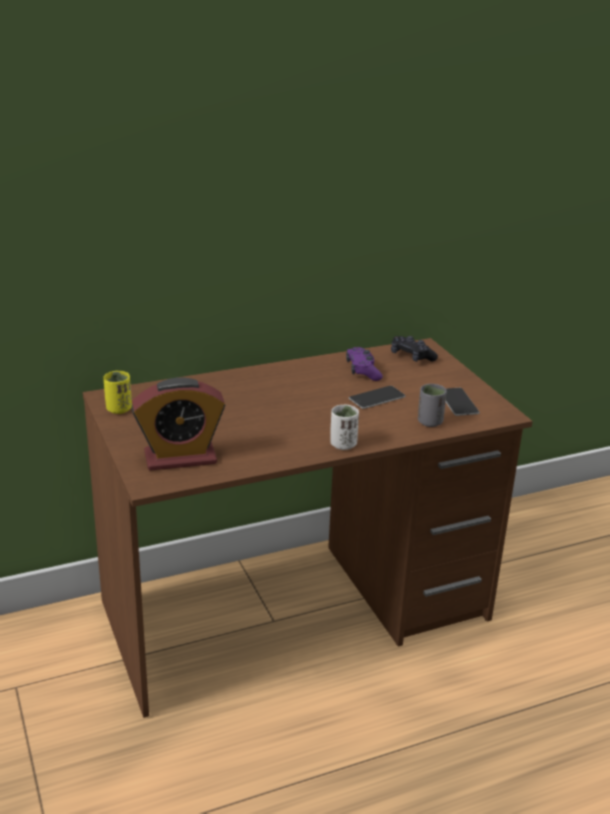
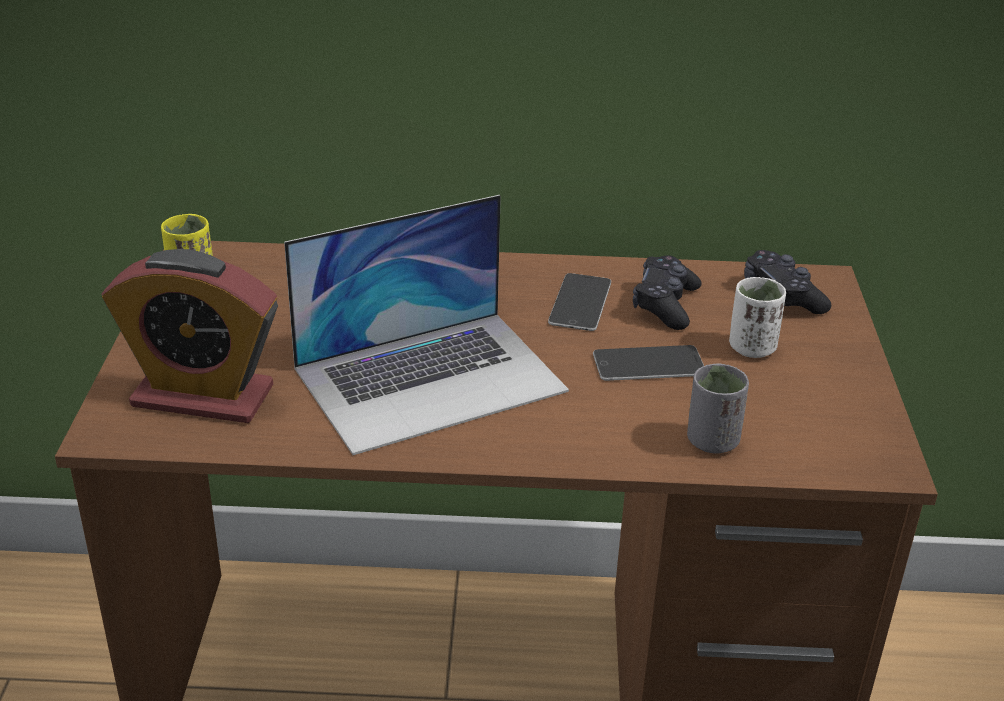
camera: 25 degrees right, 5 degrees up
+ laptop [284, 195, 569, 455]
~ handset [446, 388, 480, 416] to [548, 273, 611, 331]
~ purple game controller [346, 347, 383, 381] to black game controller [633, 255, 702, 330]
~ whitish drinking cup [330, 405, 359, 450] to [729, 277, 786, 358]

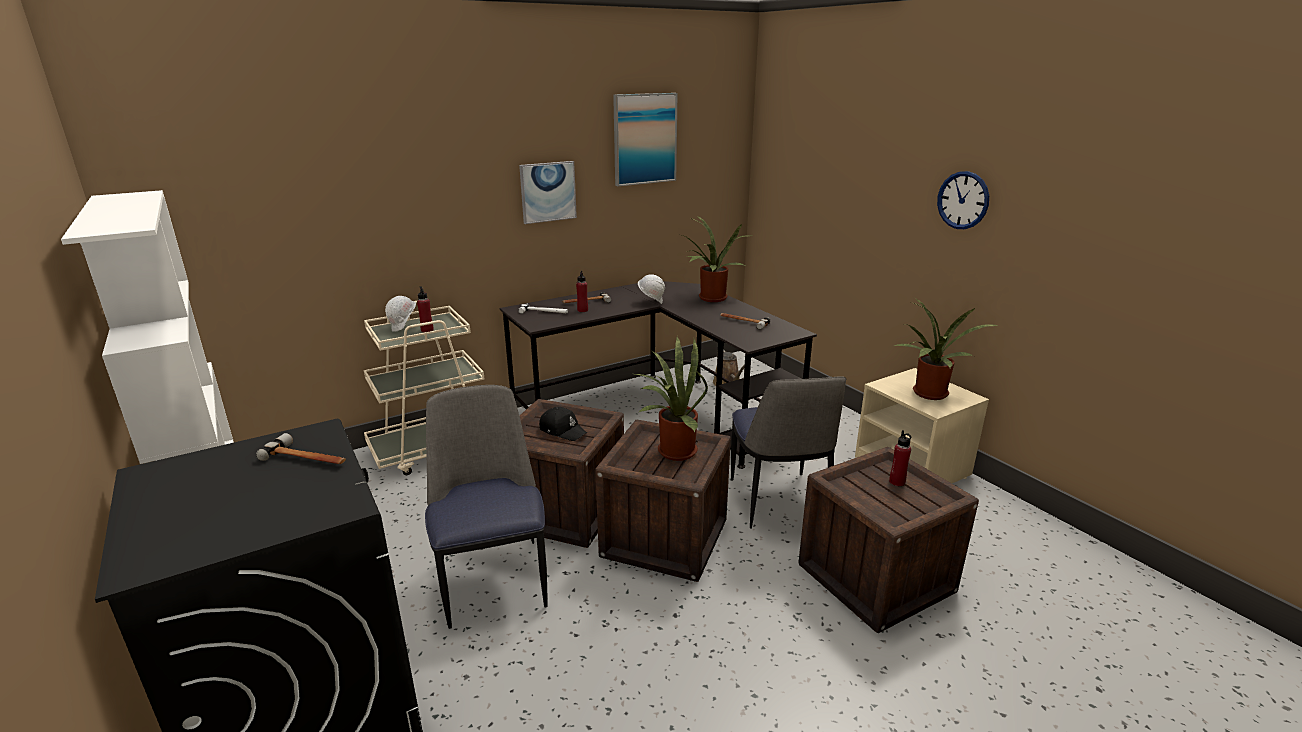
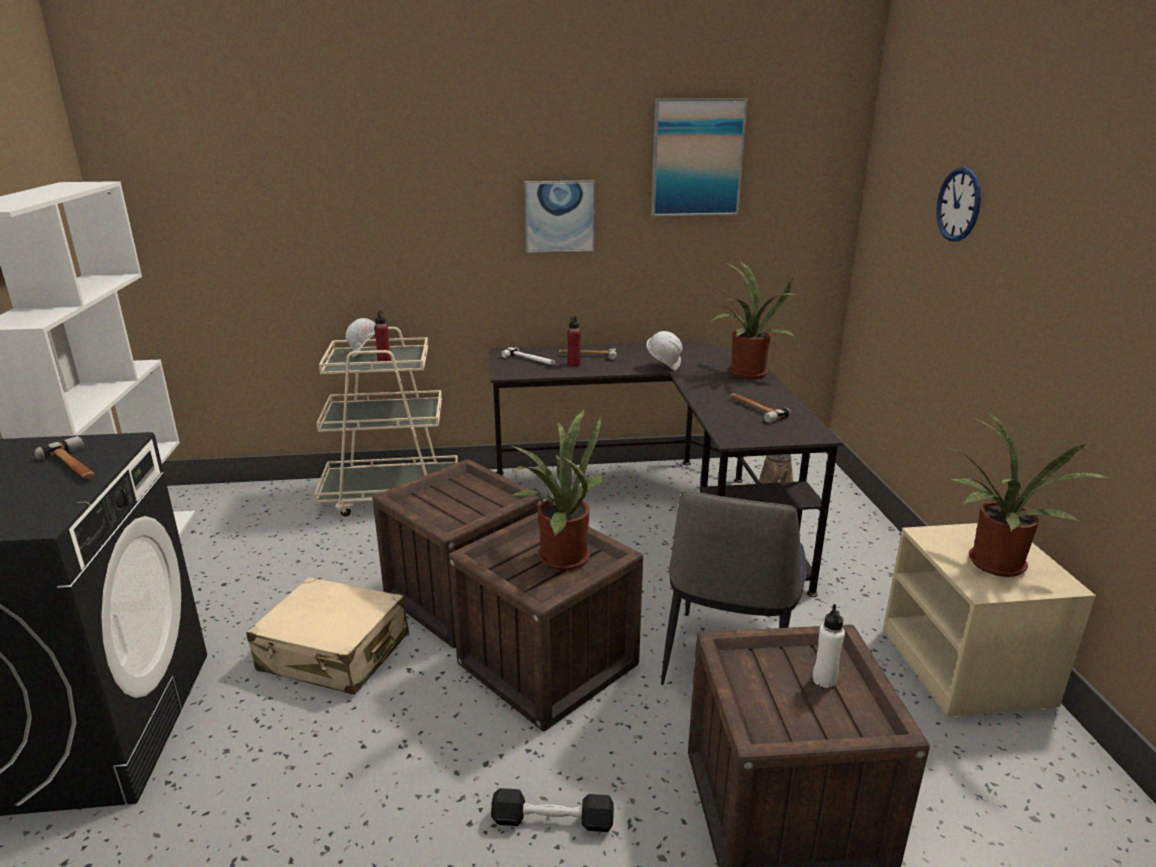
camera: 25 degrees right, 0 degrees up
~ upright chair [425, 385, 548, 629] to sand-coloured suitcase [246, 577, 409, 695]
+ black hand weight [491, 788, 614, 832]
~ red drink bottle [889, 430, 911, 486] to whitish drink bottle [813, 604, 845, 688]
~ clock on the wall [937, 171, 989, 229] to [936, 167, 981, 242]
- black cap [539, 407, 587, 441]

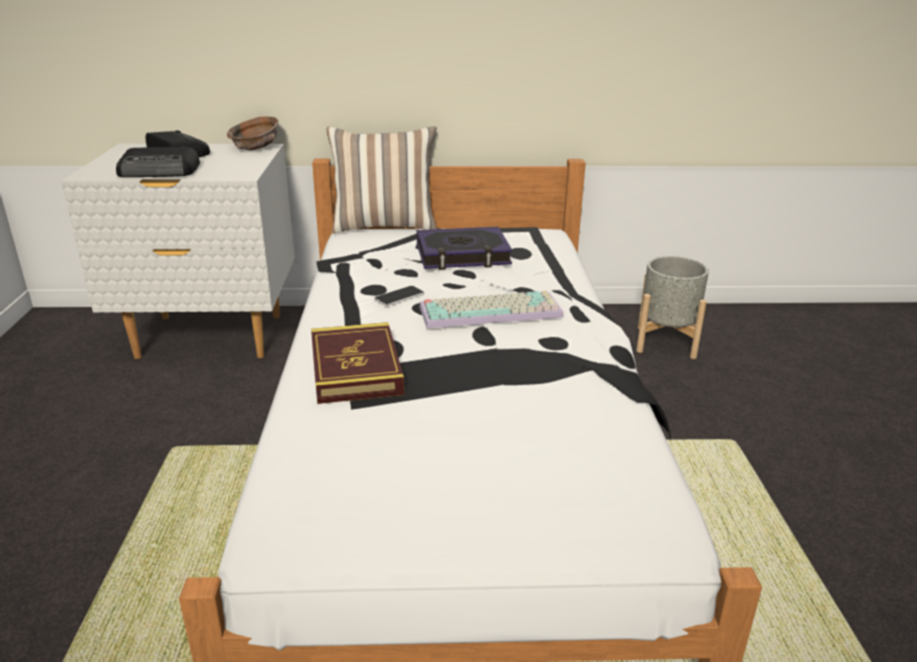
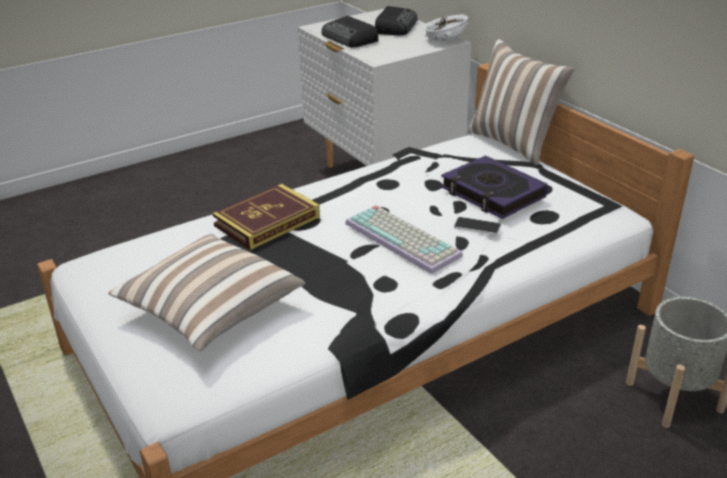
camera: 60 degrees right, 5 degrees up
+ pillow [108, 234, 305, 351]
~ brown bowl [227, 117, 278, 150] to whitish bowl [423, 14, 469, 41]
~ handset [374, 286, 424, 306] to [454, 217, 501, 235]

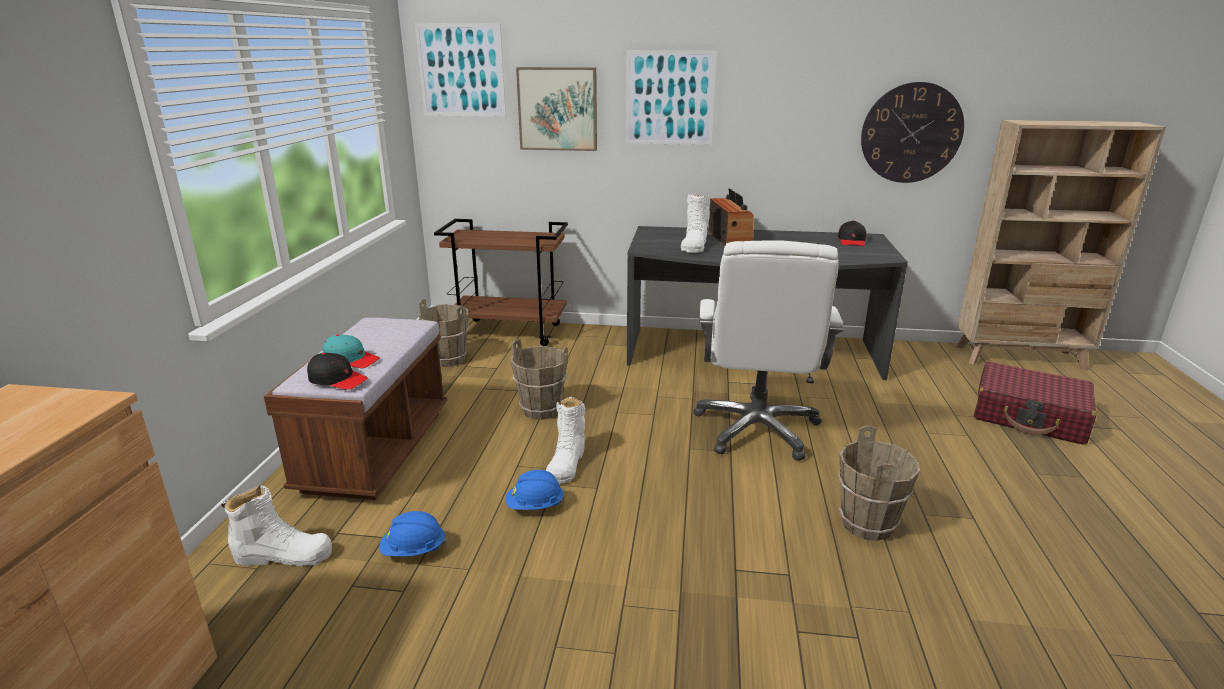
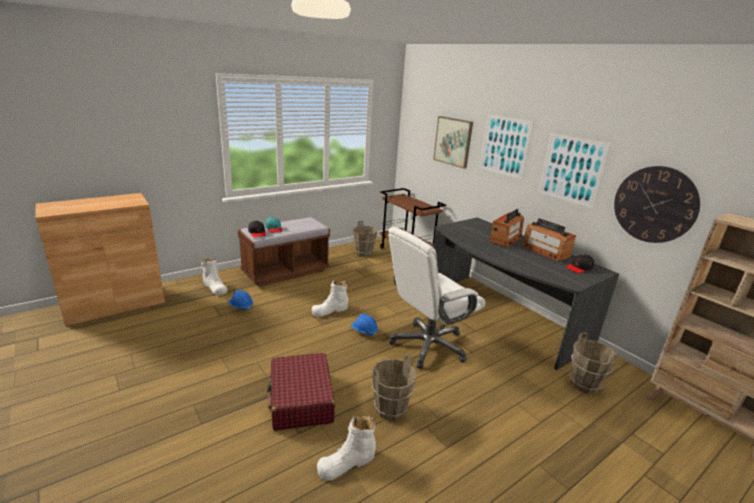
camera: 45 degrees right, 0 degrees up
~ red suitcase [974, 361, 1097, 445] to [267, 353, 335, 431]
~ whitish boot [681, 194, 710, 253] to [317, 416, 376, 481]
~ blue work helmet [506, 470, 565, 510] to [351, 314, 378, 336]
+ radio set [522, 218, 576, 261]
~ wall art [415, 23, 506, 117] to [538, 133, 611, 209]
~ brown pail [510, 339, 568, 420] to [570, 332, 619, 394]

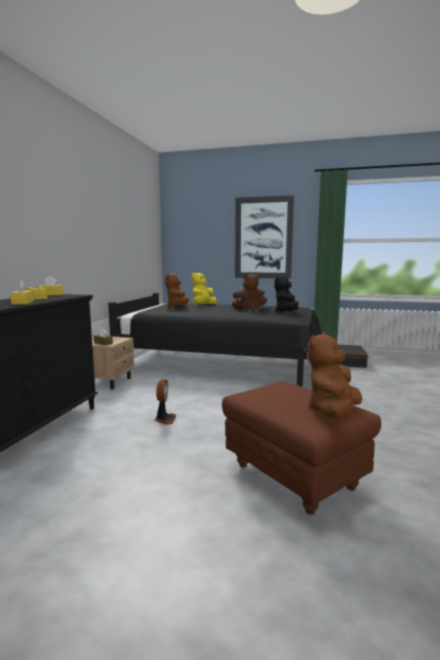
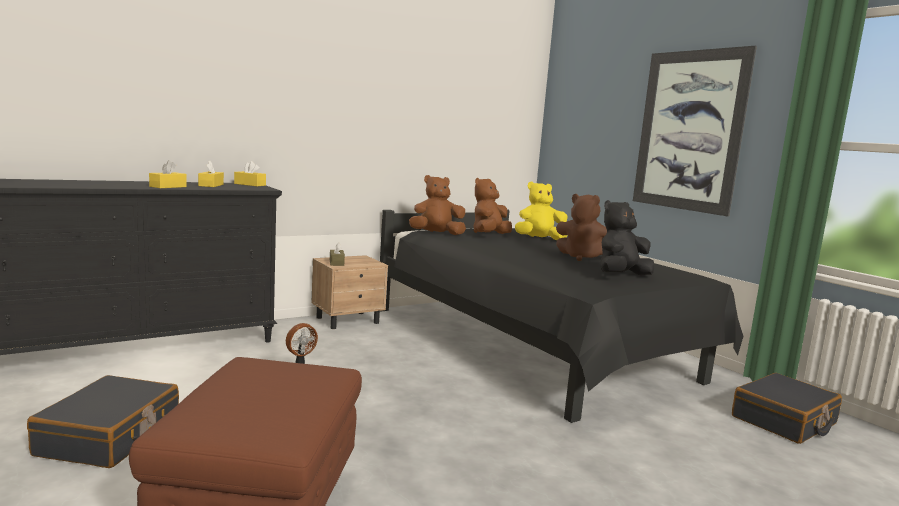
camera: 40 degrees right, 0 degrees up
+ black suitcase [27, 375, 179, 468]
~ brown plush toy [308, 332, 362, 419] to [409, 175, 466, 235]

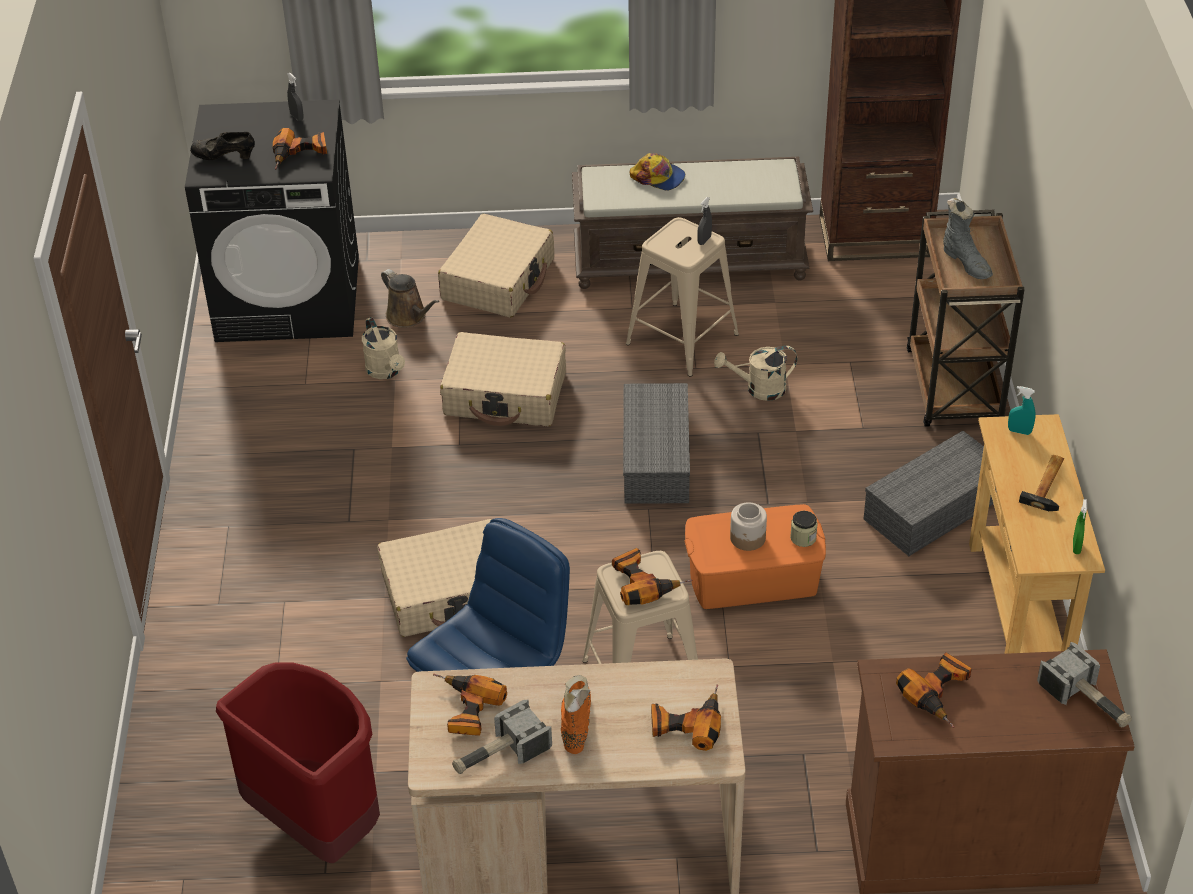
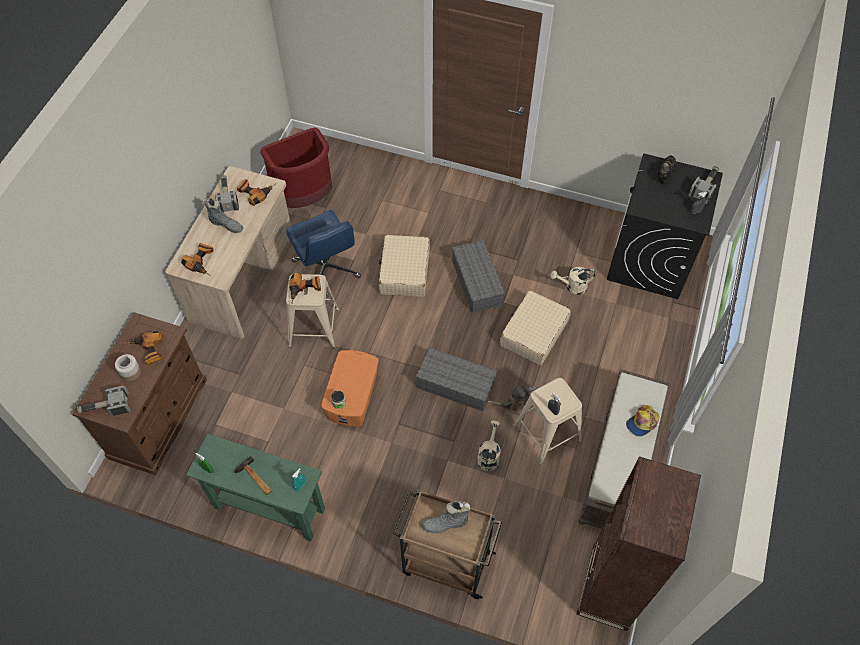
camera: 110 degrees right, 15 degrees up
~ storage jar [730, 502, 767, 551] to [115, 354, 141, 381]
~ sand-coloured hall table [969, 414, 1105, 654] to green hall table [186, 434, 325, 541]
~ orangey boot [561, 675, 591, 754] to gray boot [202, 198, 243, 233]
~ gray storage bin [864, 431, 993, 556] to [452, 240, 505, 313]
~ brown watering pot [381, 269, 440, 328] to [487, 386, 537, 415]
+ tool hammer [688, 166, 719, 204]
- electric drill [273, 128, 327, 169]
- sand-coloured suitcase [438, 214, 554, 318]

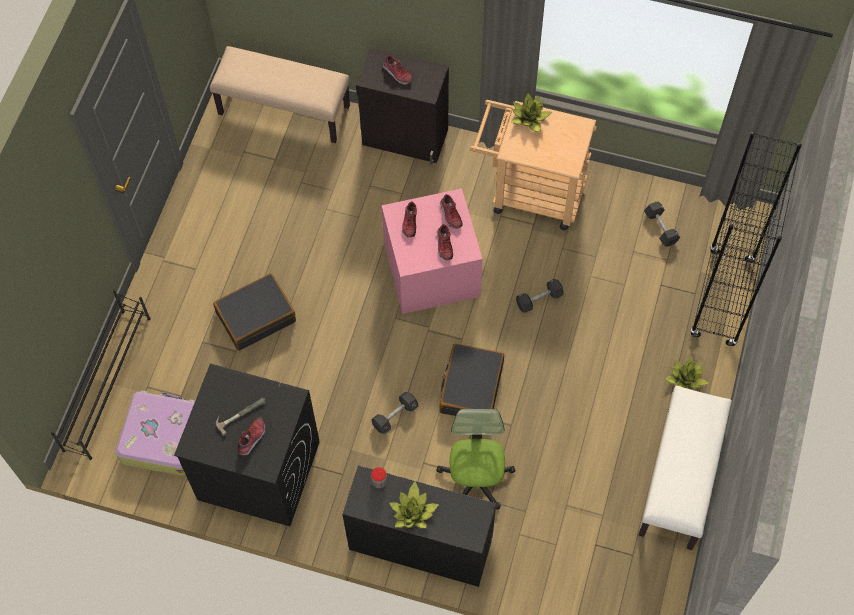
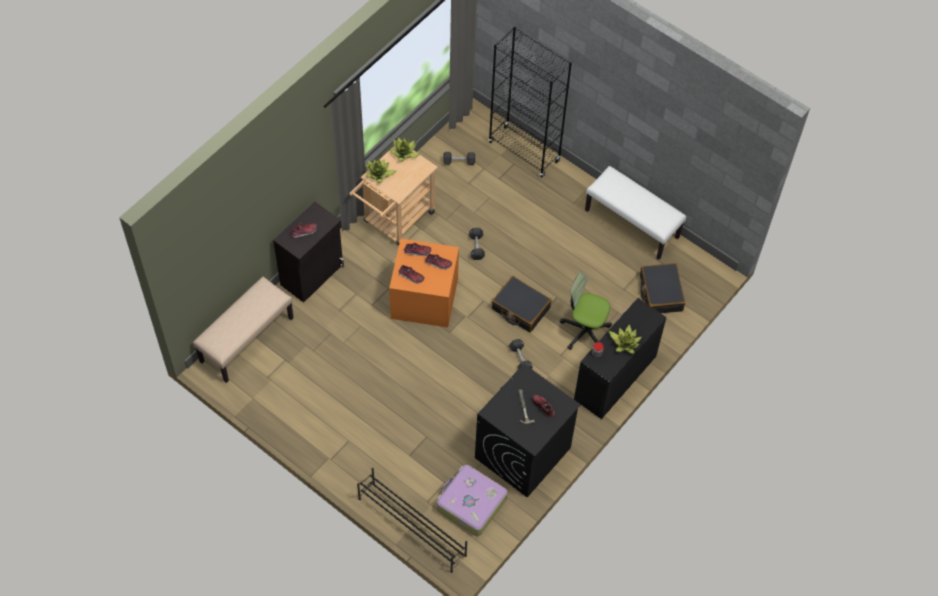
camera: 70 degrees left, 5 degrees down
~ houseplant [665, 357, 709, 390] to [389, 137, 419, 161]
~ pink storage bin [382, 188, 483, 314] to orangey storage bin [389, 239, 459, 328]
~ black suitcase [213, 273, 296, 351] to [640, 263, 685, 313]

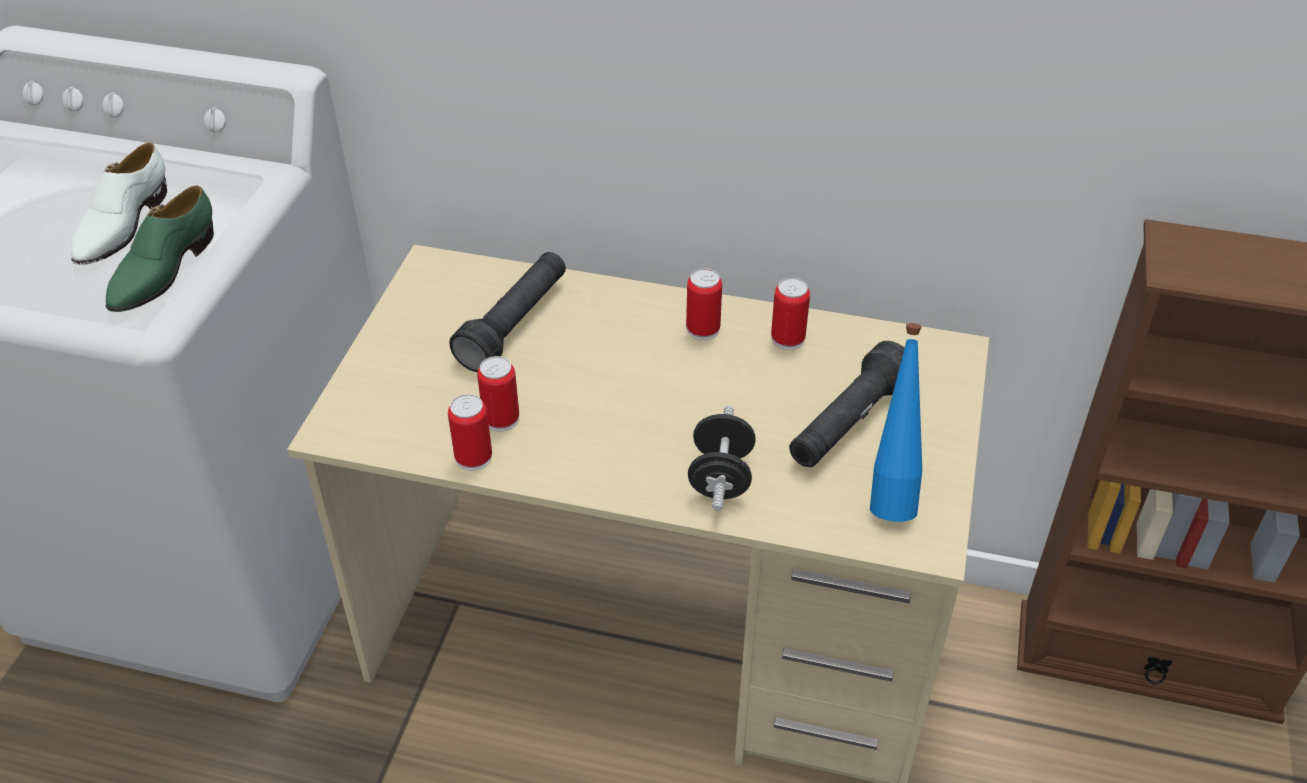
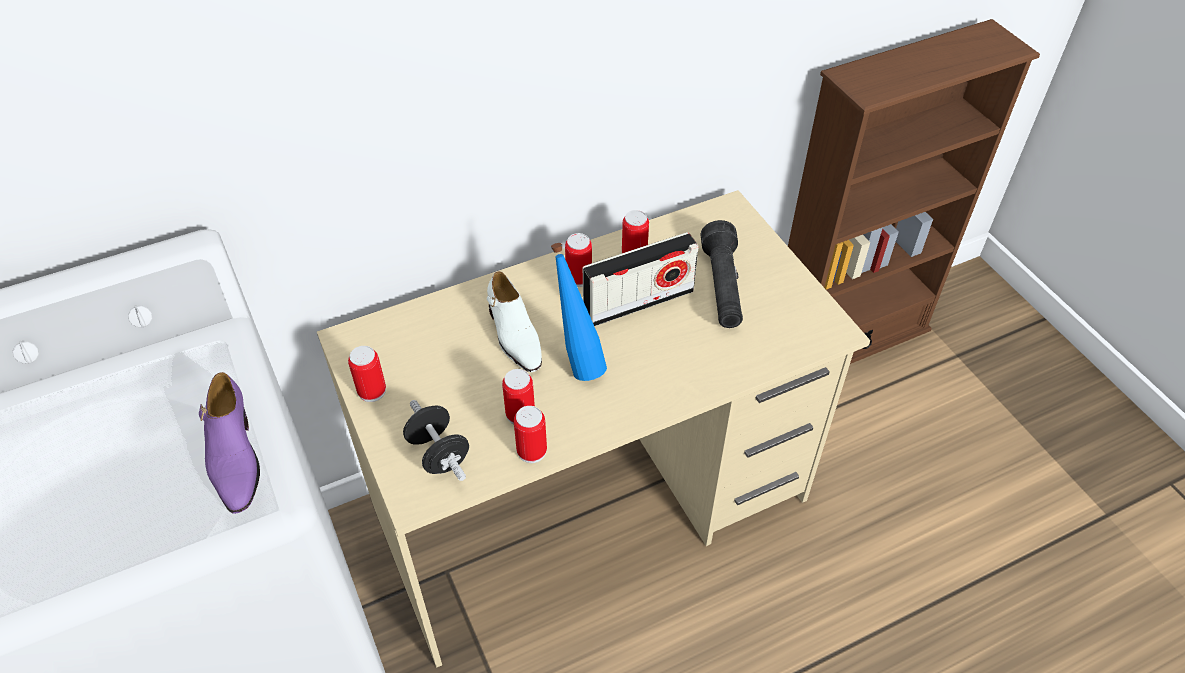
camera: 40 degrees left, 5 degrees up
~ green item of footwear [105, 186, 214, 312] to purple item of footwear [199, 372, 260, 514]
+ can [348, 346, 386, 402]
~ black hand weight [688, 406, 756, 511] to [403, 400, 469, 481]
~ whitish item of footwear [71, 143, 167, 265] to [487, 271, 542, 372]
~ blue drink bottle [870, 323, 922, 522] to [551, 243, 607, 381]
+ radio set [583, 232, 699, 326]
- black flashlight [449, 252, 566, 372]

